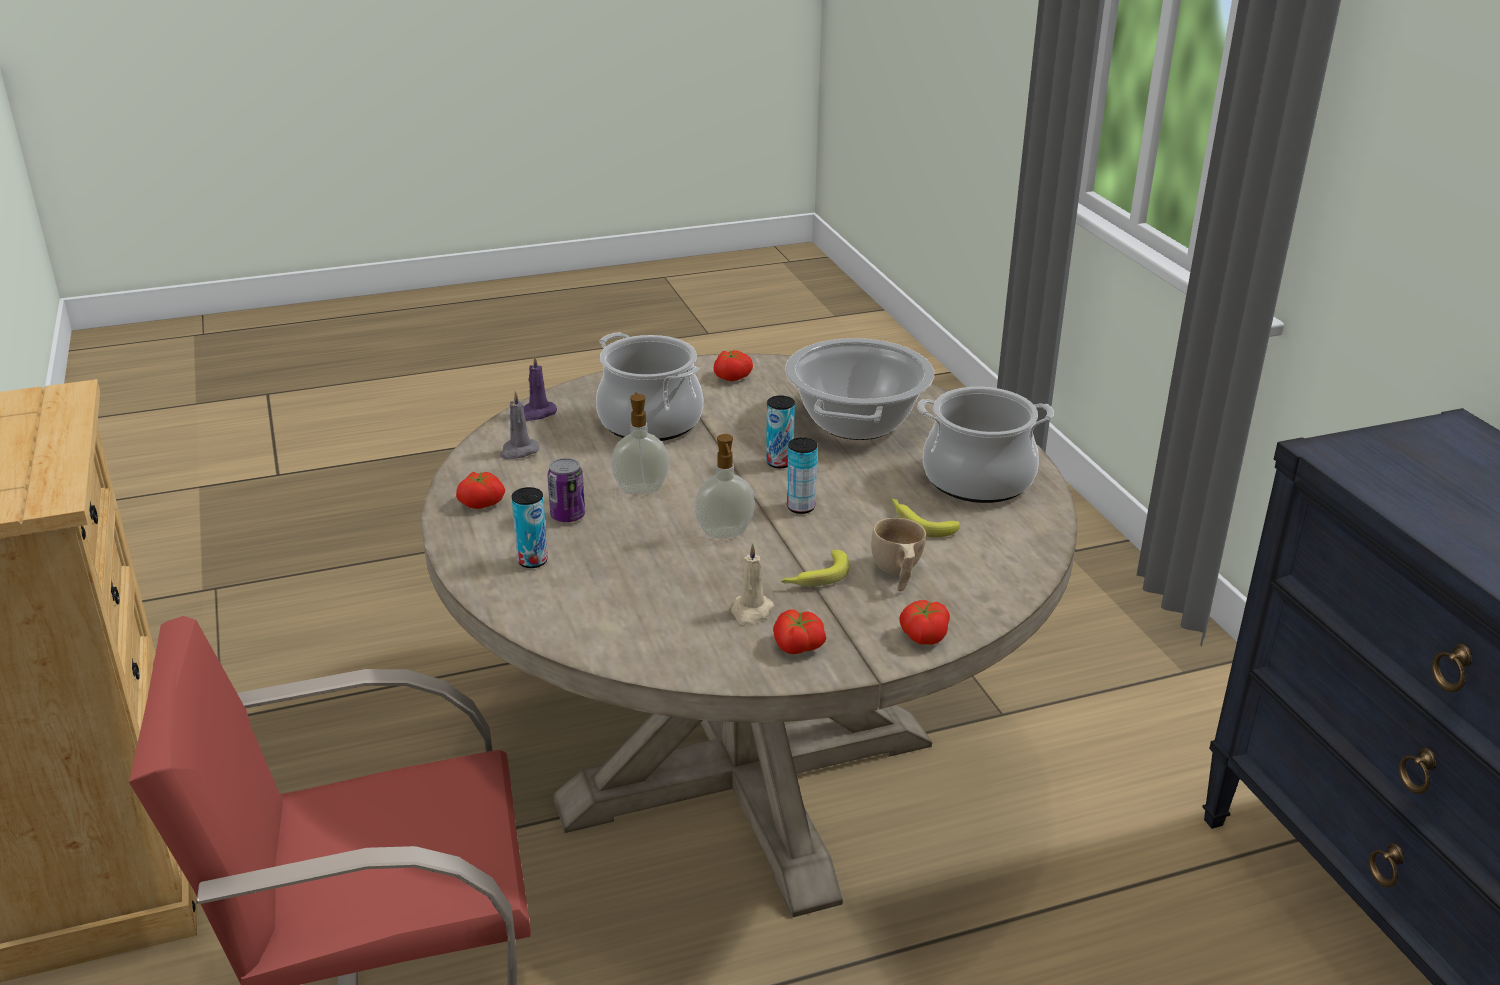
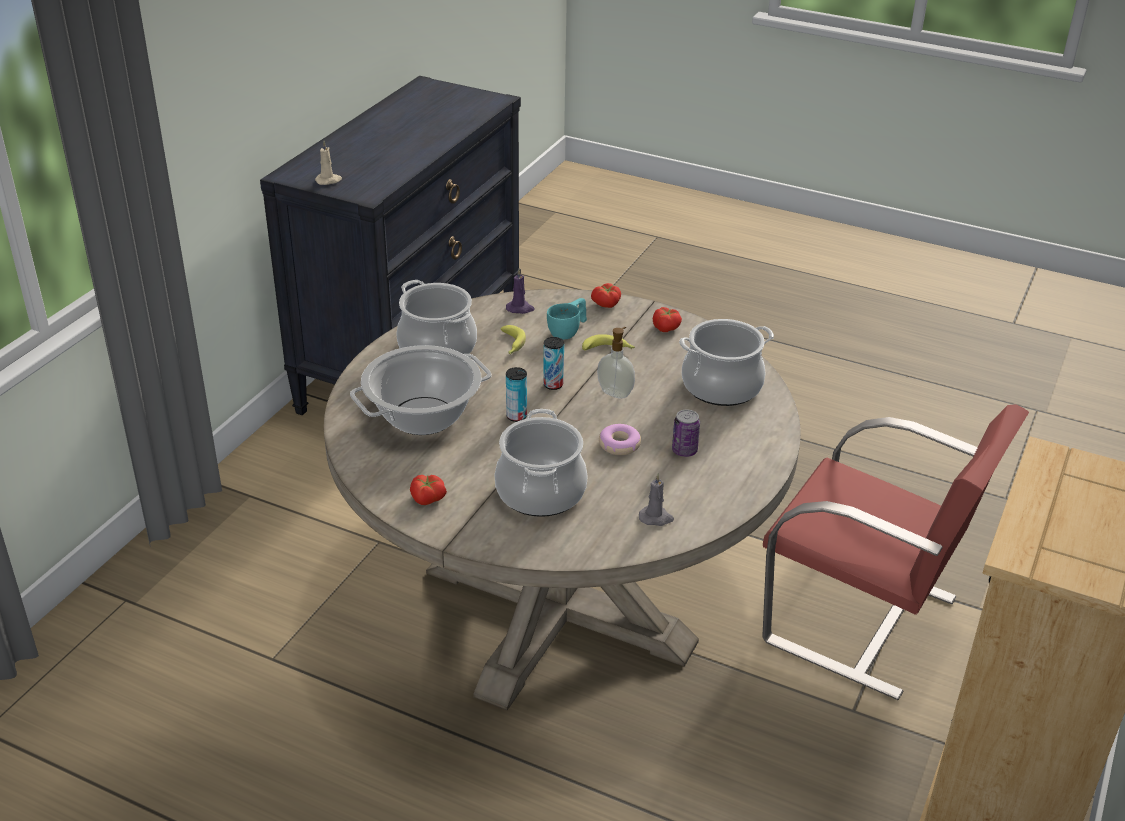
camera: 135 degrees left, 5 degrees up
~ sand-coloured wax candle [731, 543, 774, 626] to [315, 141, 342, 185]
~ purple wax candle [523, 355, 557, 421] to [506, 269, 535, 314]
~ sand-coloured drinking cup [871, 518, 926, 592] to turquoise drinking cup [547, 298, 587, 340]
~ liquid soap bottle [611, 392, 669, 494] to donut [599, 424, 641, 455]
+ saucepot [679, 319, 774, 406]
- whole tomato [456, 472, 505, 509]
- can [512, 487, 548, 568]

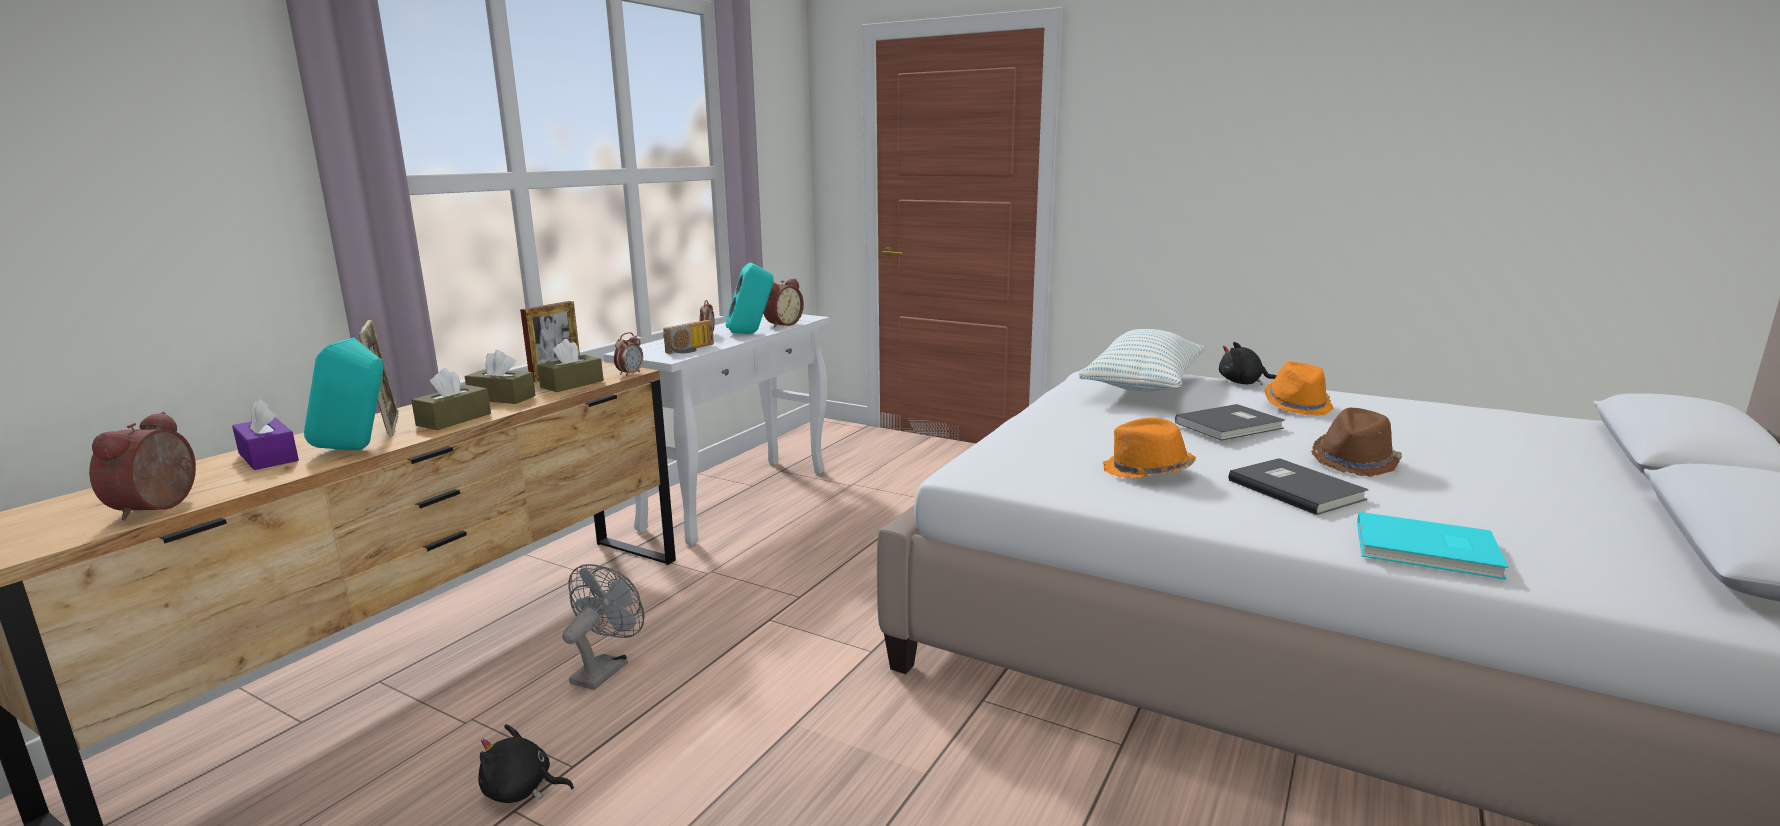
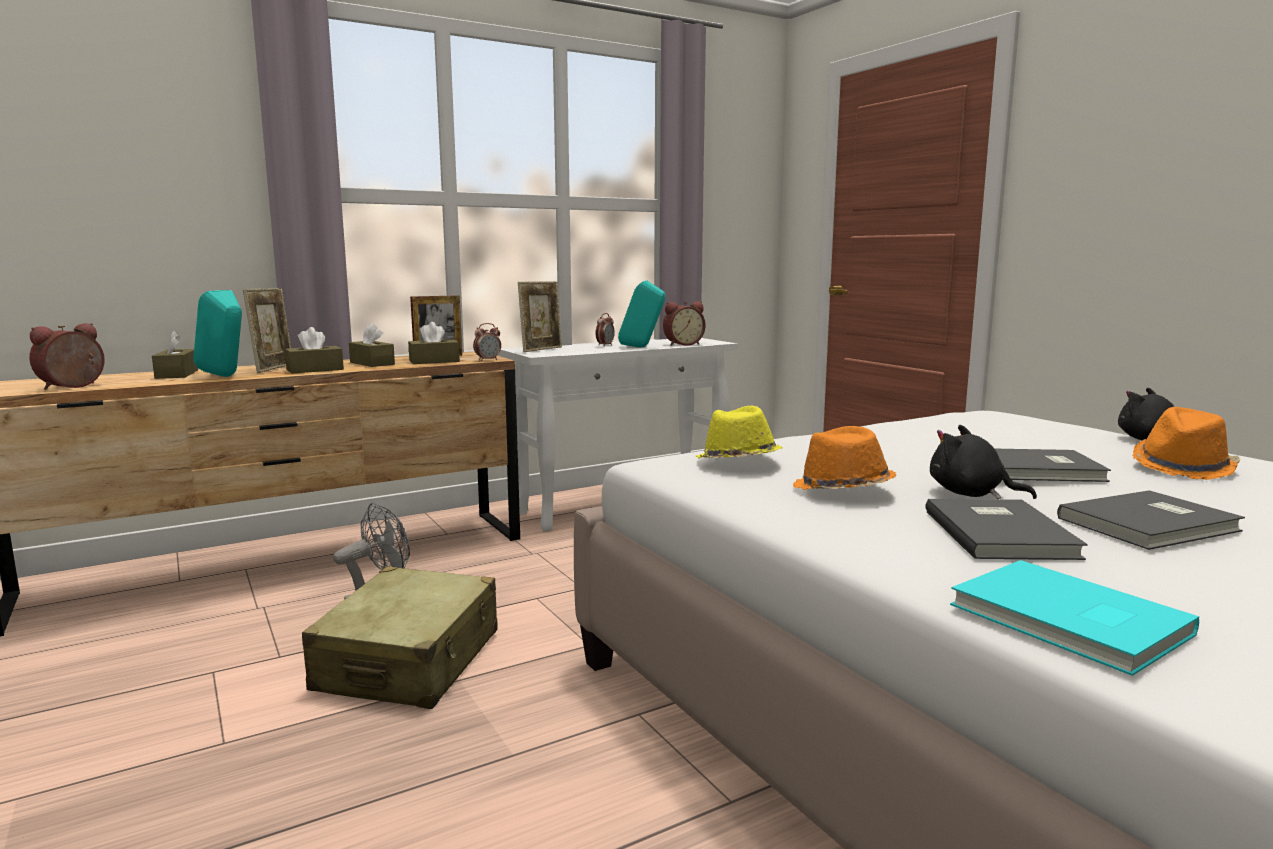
camera: 30 degrees right, 5 degrees down
~ purple box of tissues [232, 399, 299, 470] to brown box of tissues [152, 330, 198, 379]
+ sand-coloured suitcase [302, 567, 498, 709]
+ standing frame [518, 282, 562, 352]
+ yellowish wearable hat [695, 406, 782, 459]
~ black plush toy [478, 724, 574, 803] to [930, 425, 1037, 499]
~ brown wearable hat [1312, 408, 1402, 477] to gray volume [1057, 490, 1245, 550]
- radio set [663, 320, 714, 354]
- pillow [1079, 329, 1206, 392]

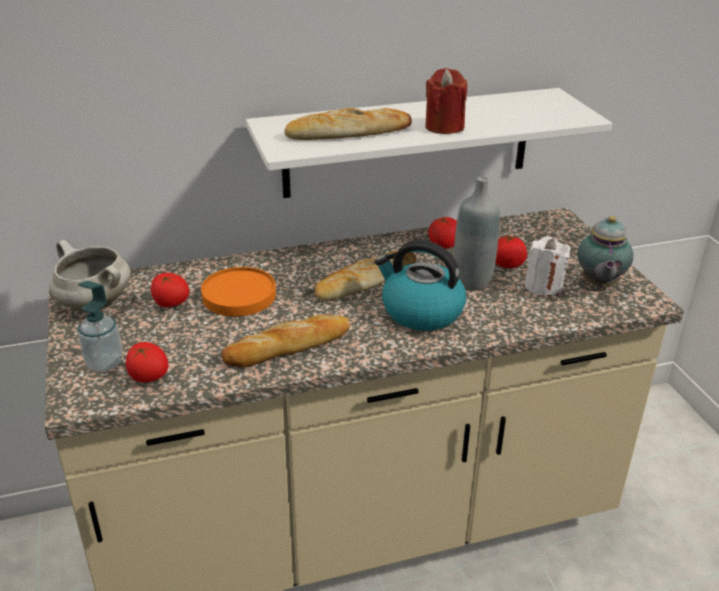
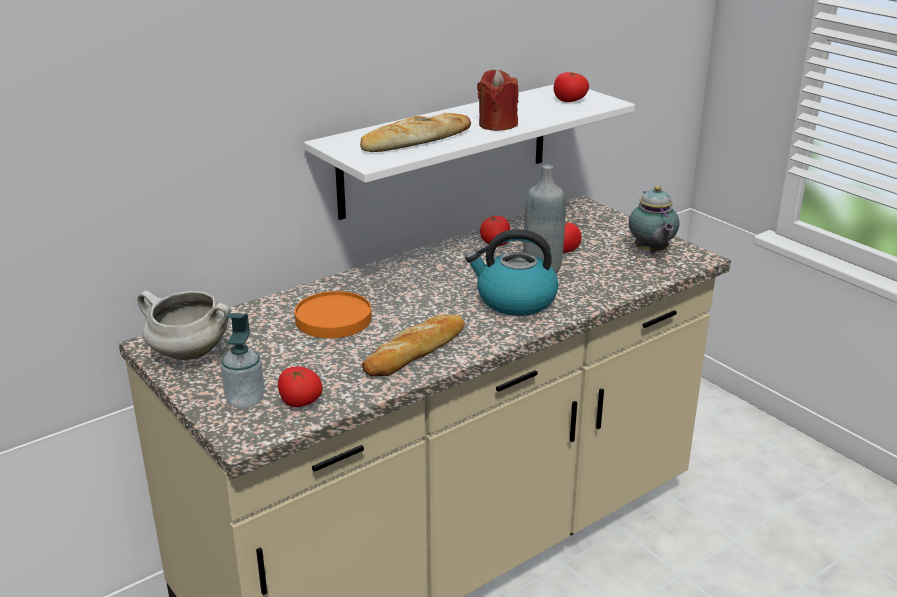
camera: 20 degrees left, 5 degrees down
~ whole tomato [151, 273, 189, 308] to [554, 72, 589, 102]
- bakery bread [315, 251, 416, 301]
- whitish wax candle [525, 236, 571, 297]

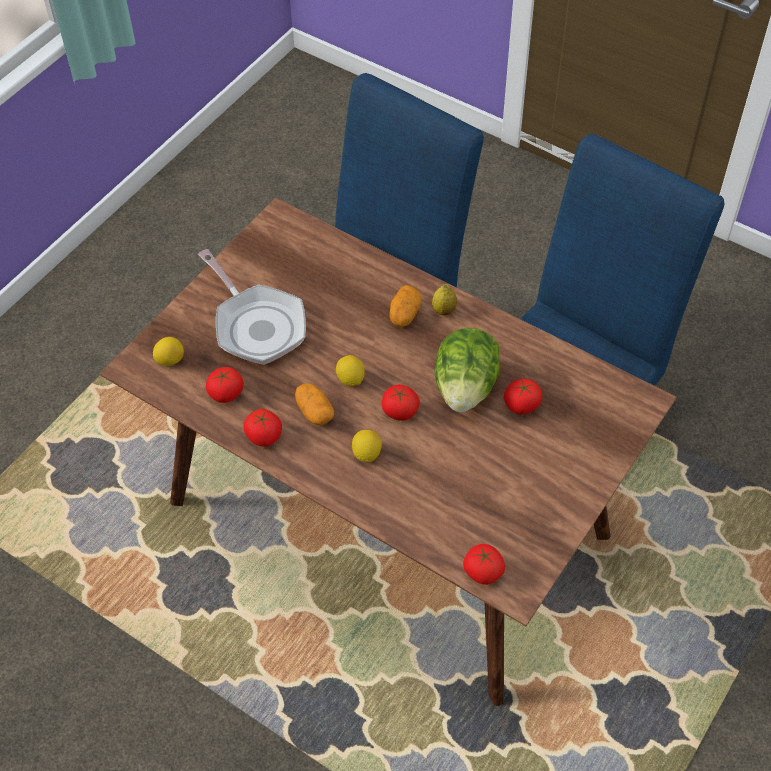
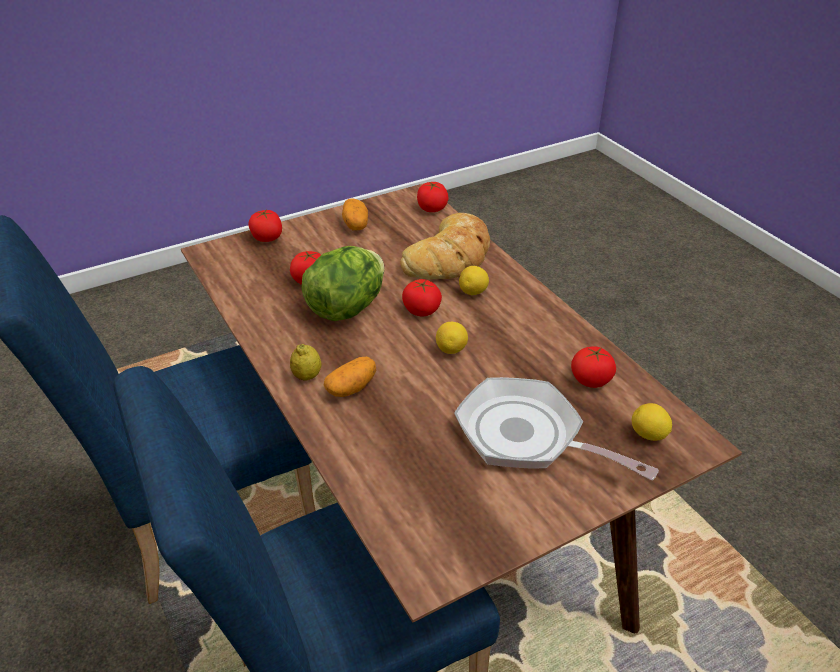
camera: 155 degrees left, 15 degrees down
~ whole tomato [243, 409, 282, 447] to [248, 209, 282, 242]
~ whole potato [295, 383, 334, 425] to [342, 198, 368, 230]
+ bakery bread [400, 213, 490, 279]
~ skillet [198, 249, 306, 365] = [454, 377, 659, 480] 45 degrees counterclockwise

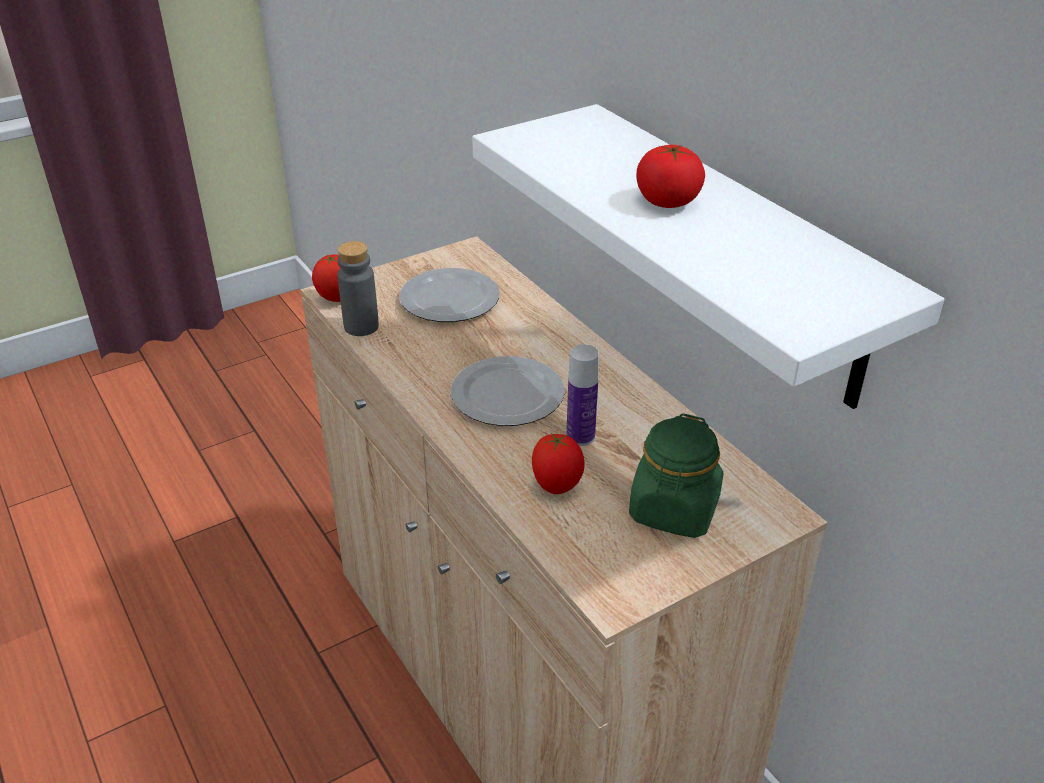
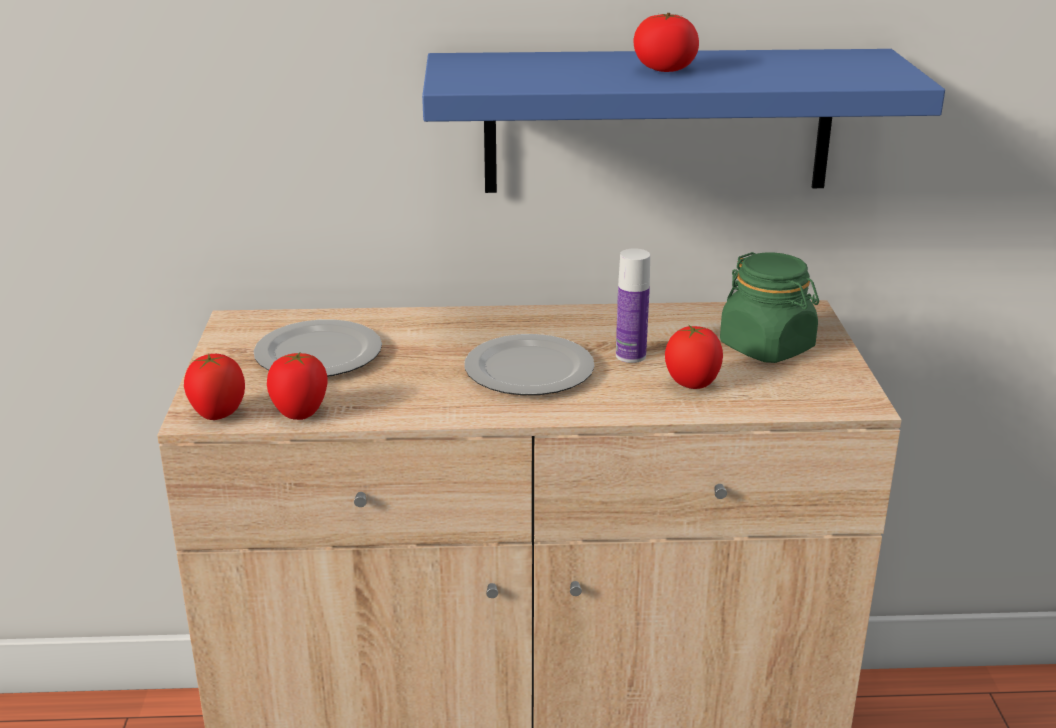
camera: 60 degrees left, 10 degrees down
~ gray drink bottle [337, 241, 379, 336] to whole tomato [267, 351, 328, 420]
~ whitish shelf [472, 104, 944, 409] to blue shelf [422, 49, 945, 193]

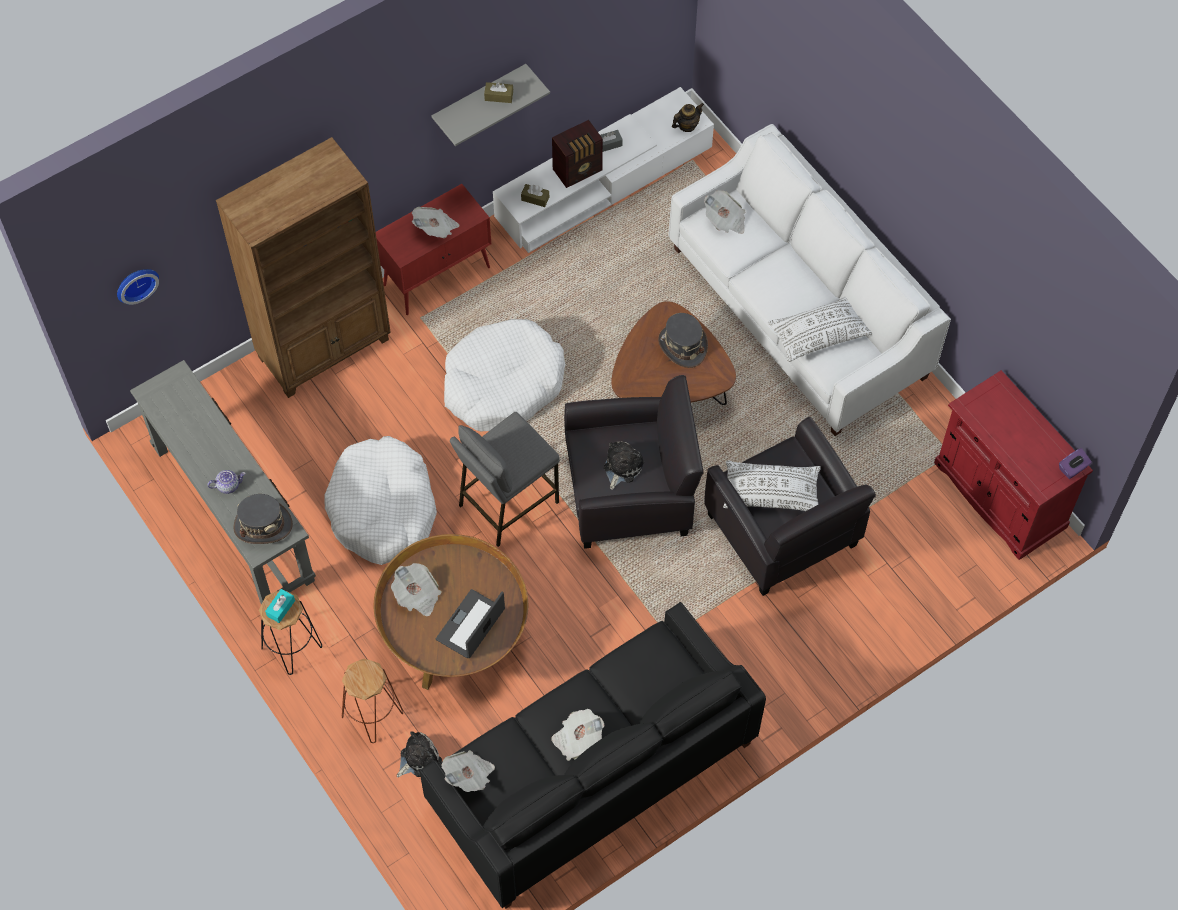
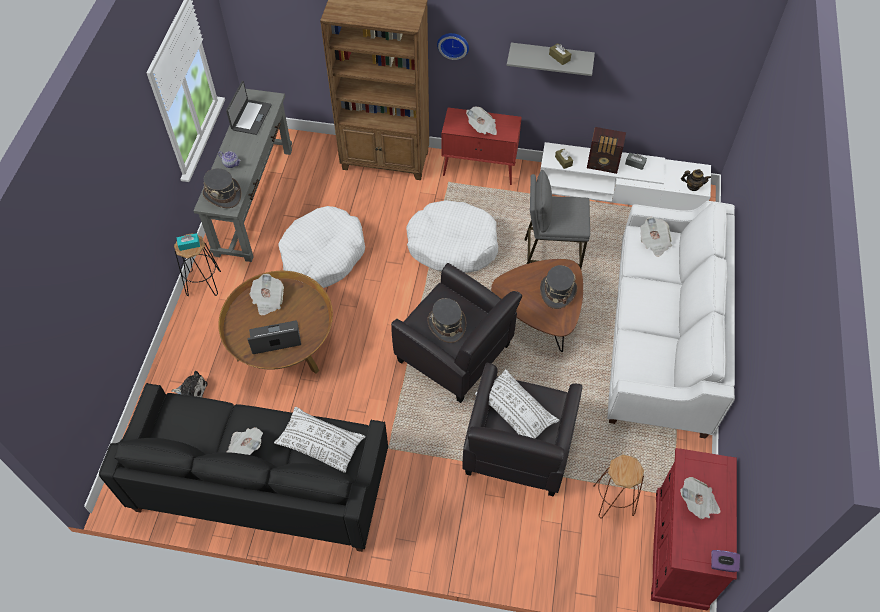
camera: 45 degrees right, 5 degrees down
+ laptop [226, 81, 272, 135]
~ whitish pillow [768, 297, 872, 362] to [274, 407, 366, 473]
~ plush toy [604, 442, 644, 490] to gray wearable hat [427, 298, 466, 343]
~ clock on the wall [117, 269, 159, 305] to [437, 33, 469, 60]
~ gray sitting stool [450, 412, 560, 547] to [525, 170, 590, 268]
~ brown sitting stool [342, 659, 403, 743] to [593, 455, 644, 518]
~ daily paper [442, 750, 495, 792] to [680, 477, 721, 520]

